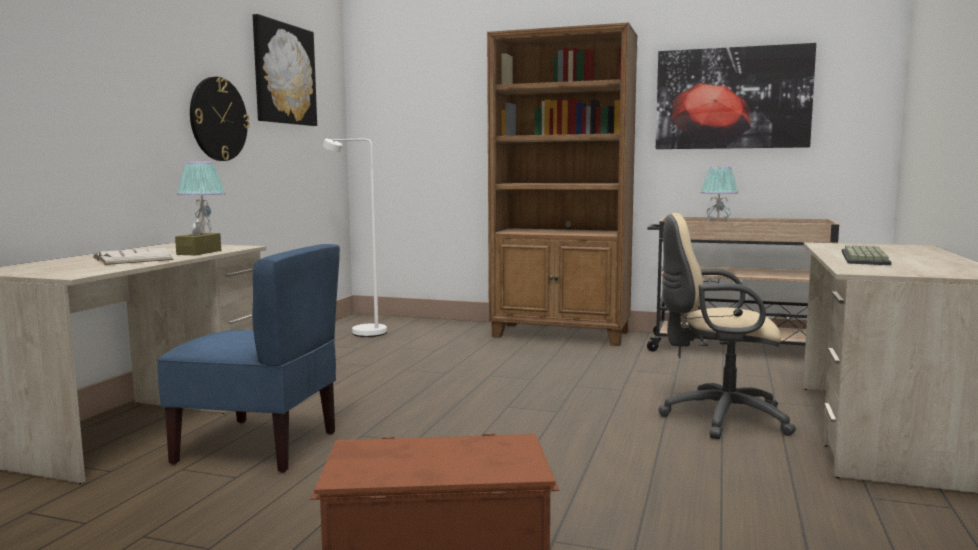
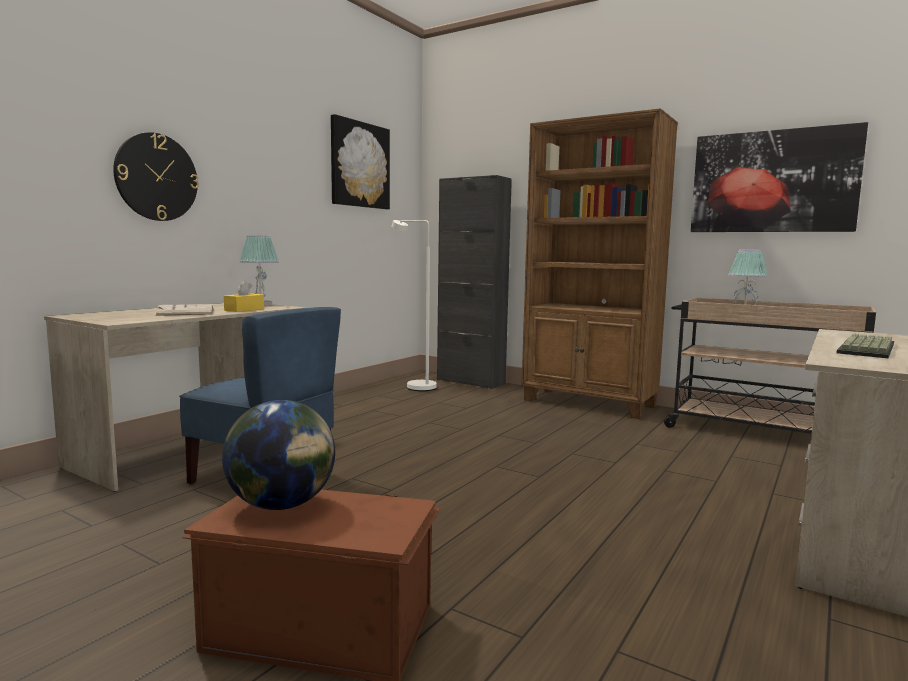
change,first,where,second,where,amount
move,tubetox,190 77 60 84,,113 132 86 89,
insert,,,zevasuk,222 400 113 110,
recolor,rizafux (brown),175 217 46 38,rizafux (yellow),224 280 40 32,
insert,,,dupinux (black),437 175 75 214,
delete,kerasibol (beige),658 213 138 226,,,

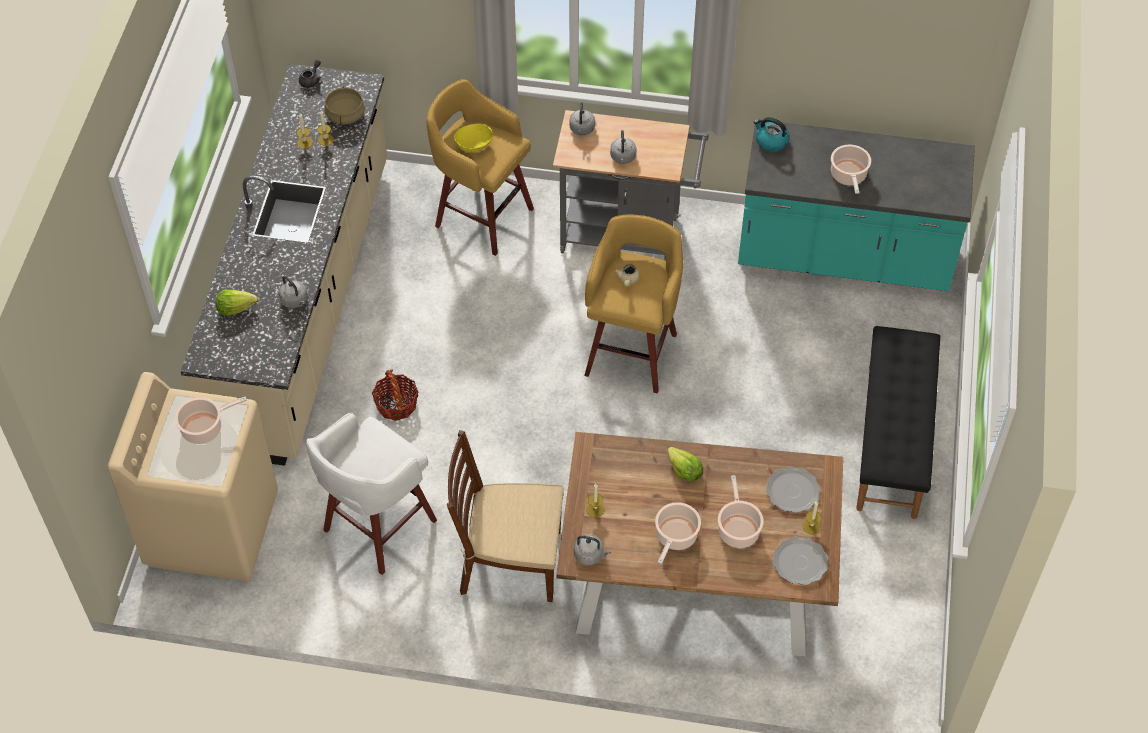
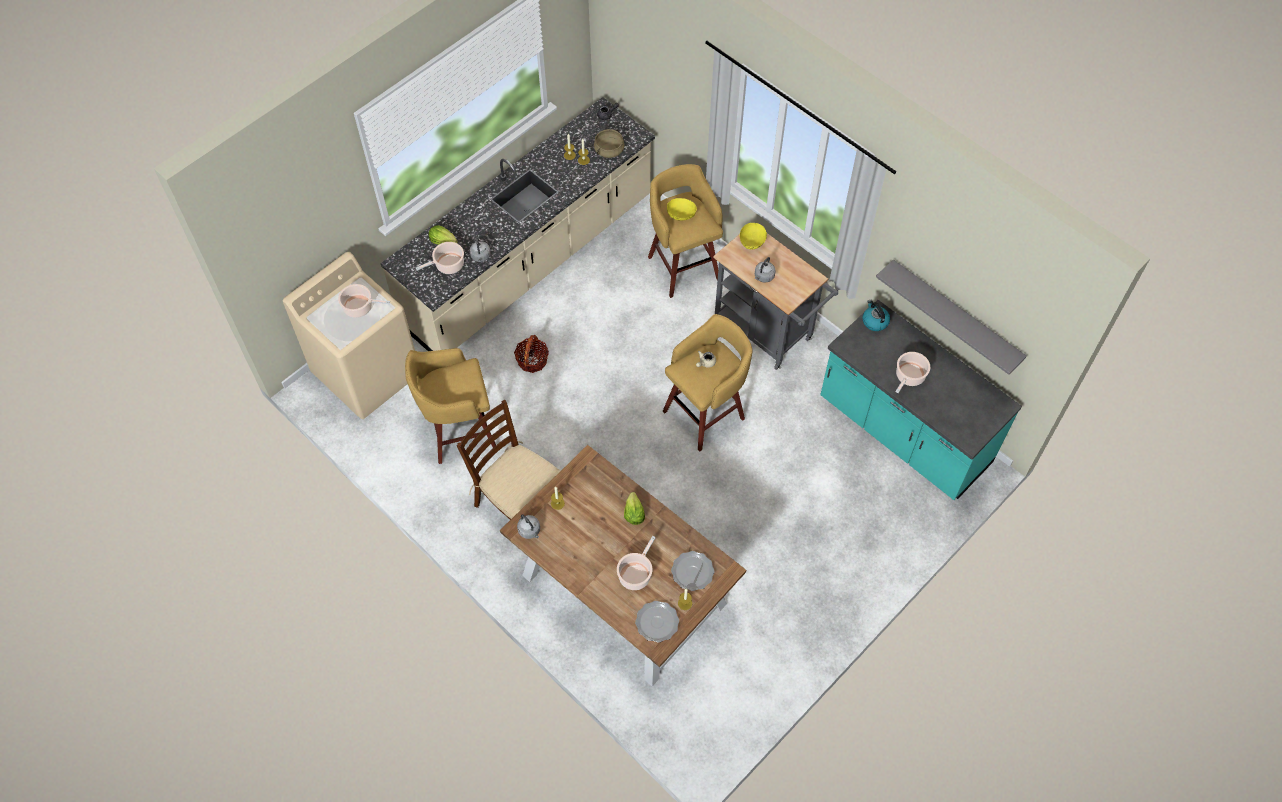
change,first,where,second,where,amount
recolor,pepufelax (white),306 413 131 162,pepufelax (yellow),405 348 91 116,
move,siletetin,655 502 46 62,,416 242 48 32,
replace,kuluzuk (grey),569 102 26 33,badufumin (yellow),740 223 27 26,
insert,,,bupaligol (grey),876 259 151 116,
delete,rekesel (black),856 326 84 193,,,

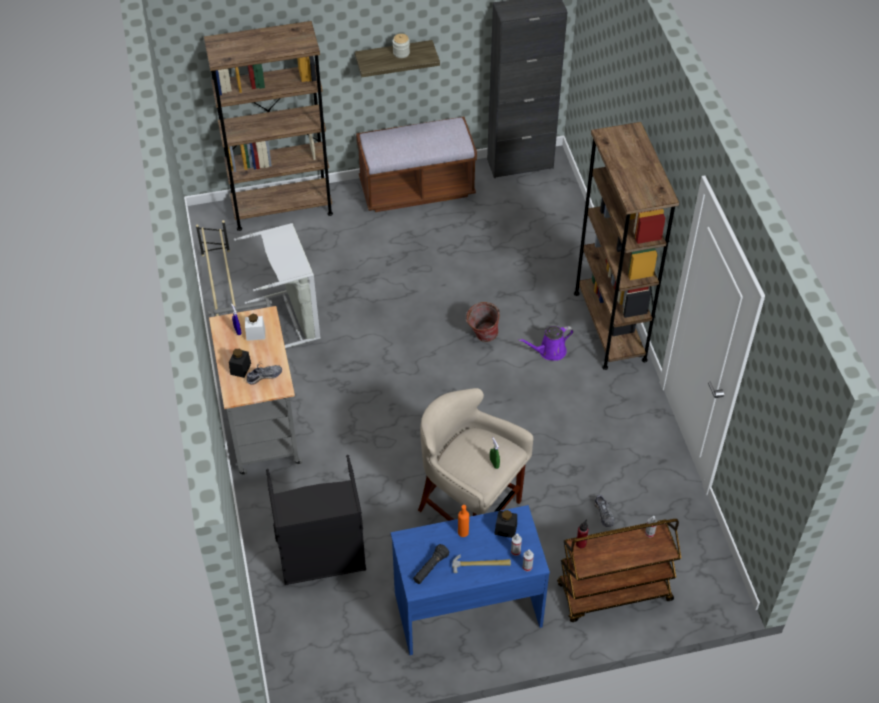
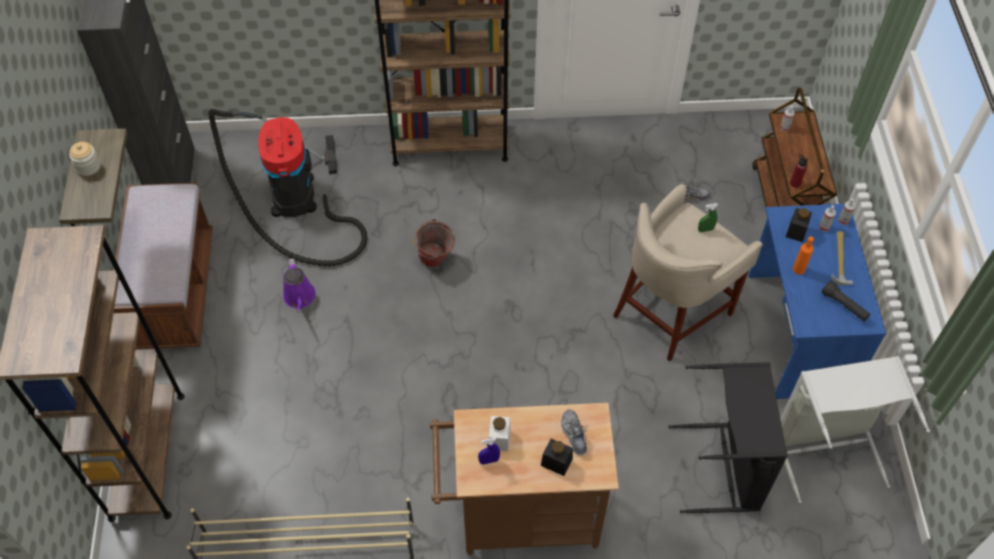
change,first,where,second,where,amount
insert,,,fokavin,209 109 158 157,
move,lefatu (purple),518 326 56 35,,283 258 33 54,
recolor,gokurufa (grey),208 298 94 177,gokurufa (brown),430 403 189 152,
move,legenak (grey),234 223 87 125,,780 356 150 147,

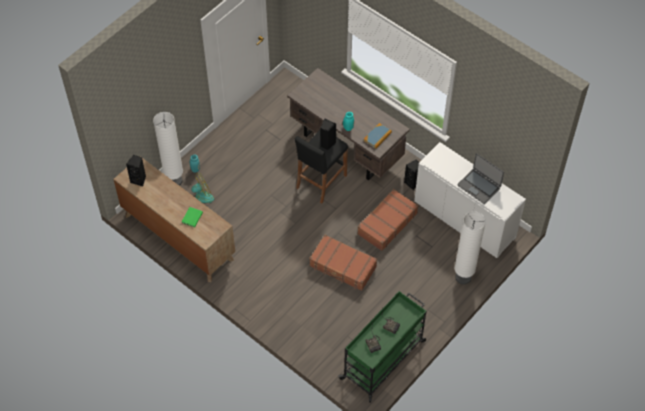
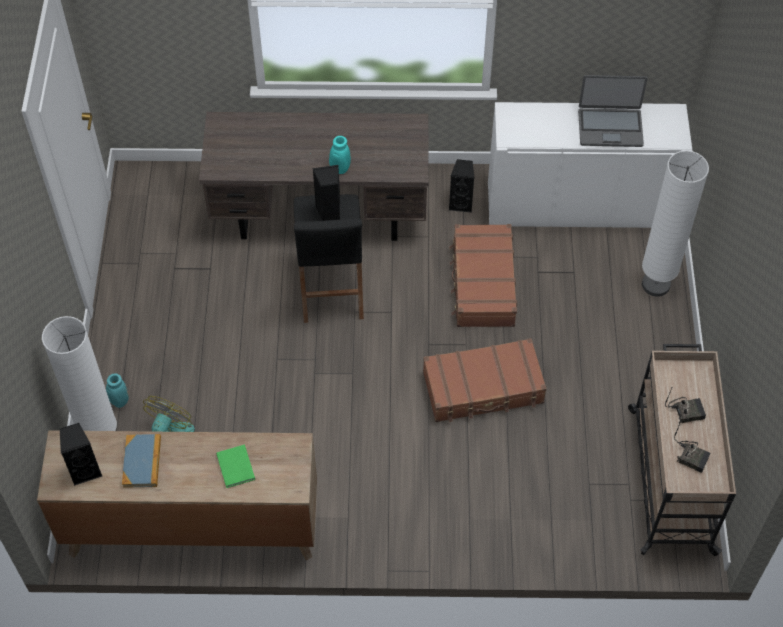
change,first,where,second,where,amount
move,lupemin,364 123 28 26,,122 434 39 54,
recolor,gokurufa (green),338 291 89 111,gokurufa (beige),628 344 108 212,

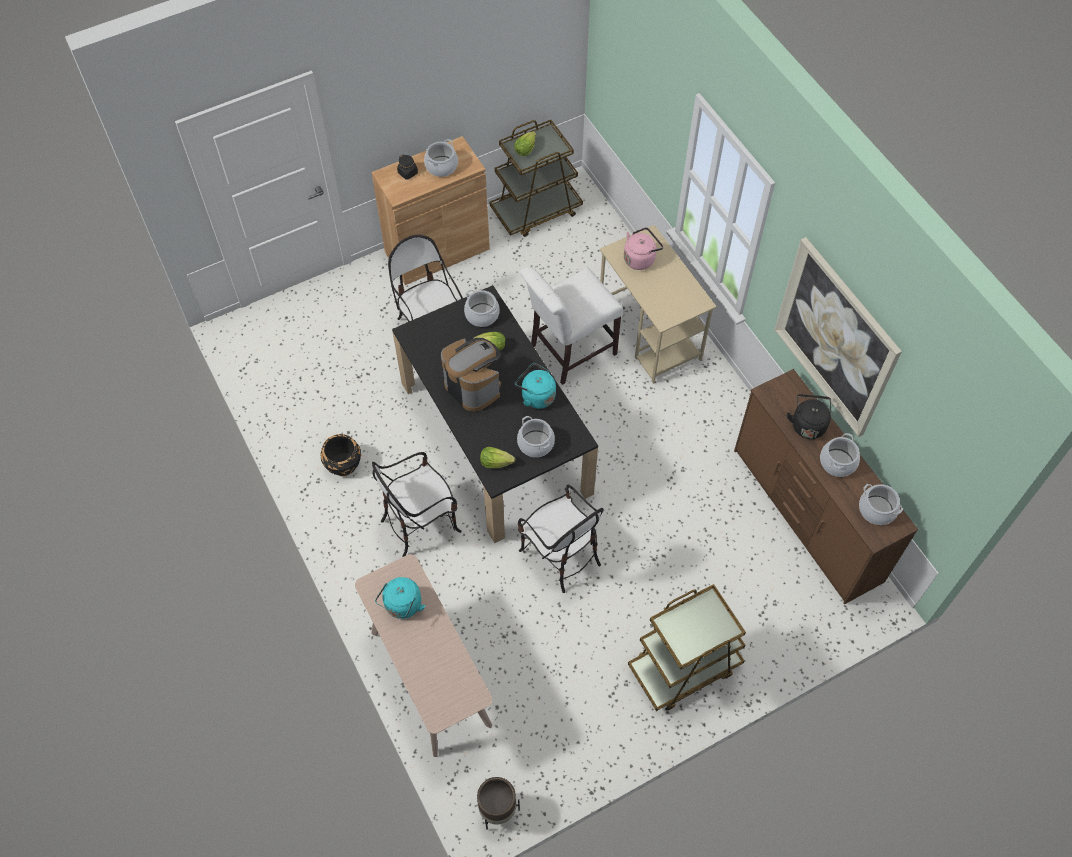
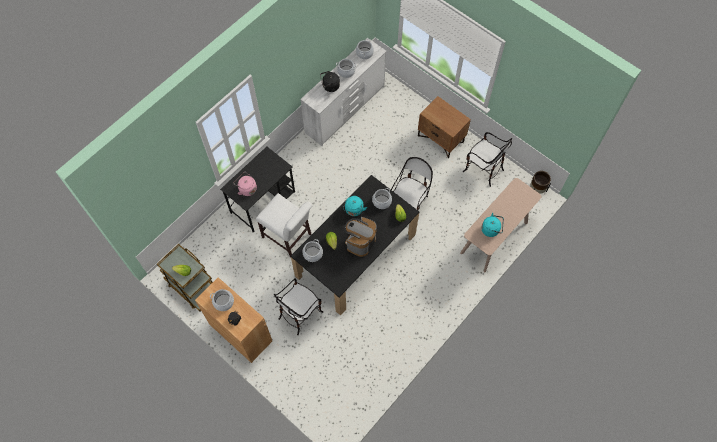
change,first,where,second,where,amount
recolor,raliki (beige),600 225 117 159,raliki (black),220 147 75 85,
recolor,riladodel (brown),734 369 184 236,riladodel (white),300 38 87 108,
replace,gokurufa (brown),628 584 118 127,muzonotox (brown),418 96 53 62,
move,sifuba,372 452 90 105,,463 132 49 55,
delete,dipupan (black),320 434 41 42,,,
delete,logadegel,774 237 128 200,,,

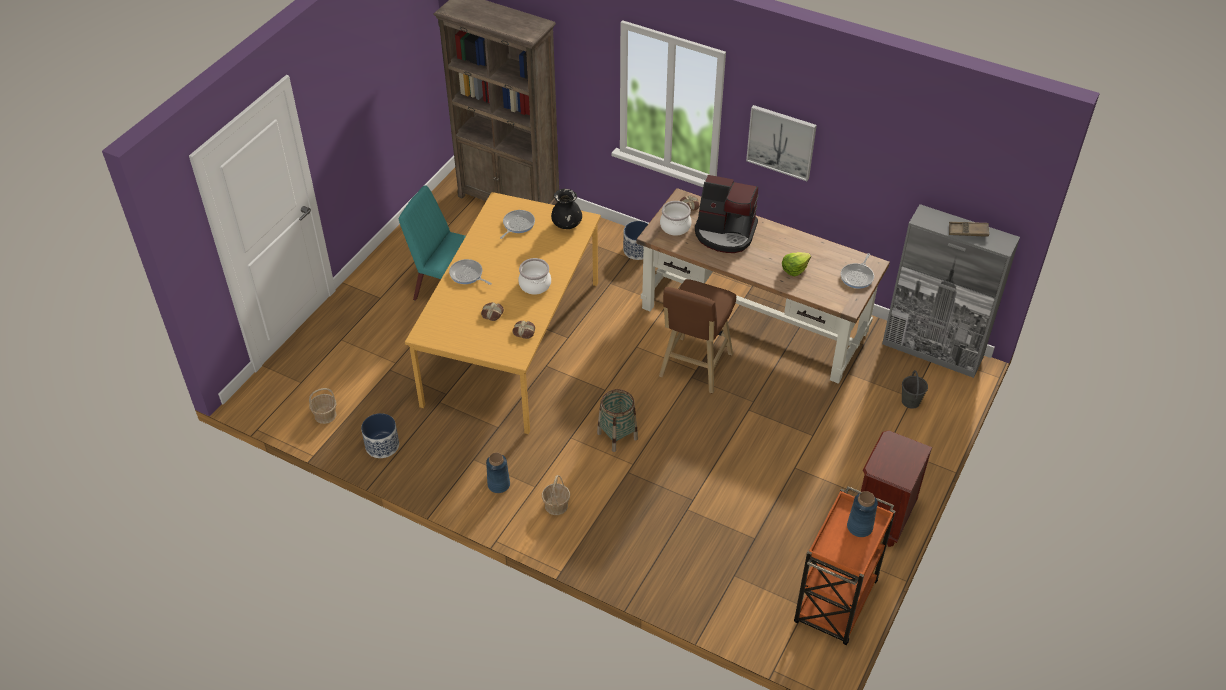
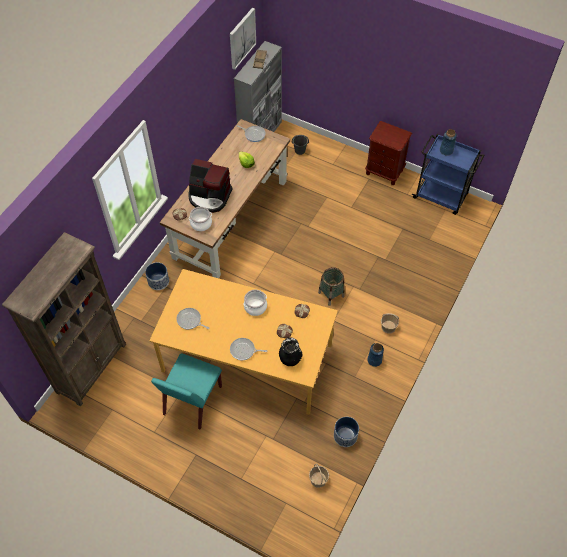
change,first,where,second,where,amount
rotate,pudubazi,695 175 64 78,,189 159 43 54,90 degrees clockwise
move,logadegel,746 105 71 76,,230 8 26 62,
rotate,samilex,449 259 43 26,,230 338 37 22,60 degrees clockwise
move,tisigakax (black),551 189 31 40,,279 337 23 29,
recolor,gokurufa (orange),794 486 102 159,gokurufa (blue),412 134 73 81,
delete,pepufelax (brown),659 279 77 115,,,

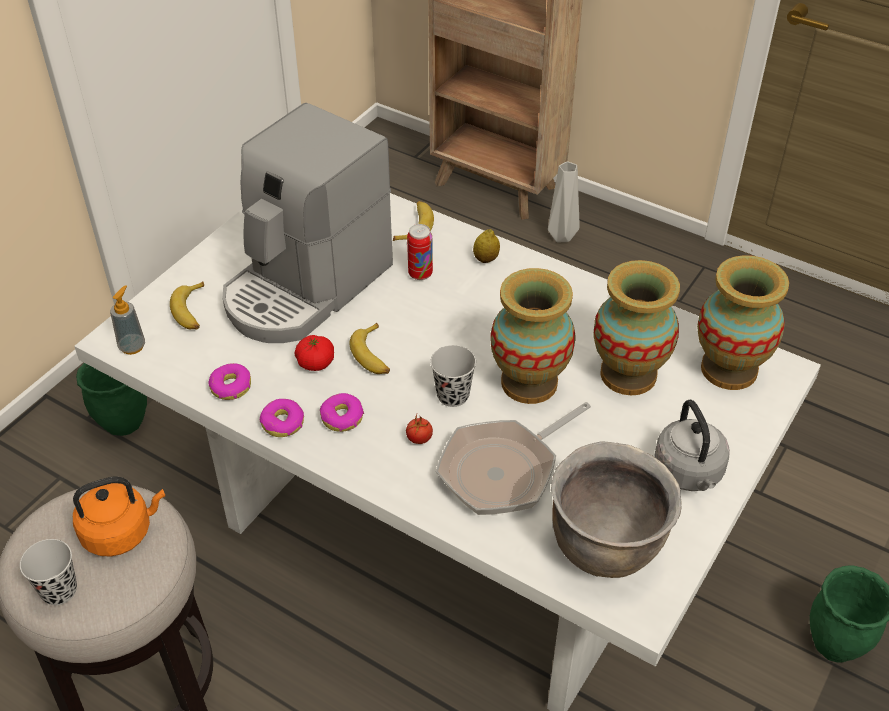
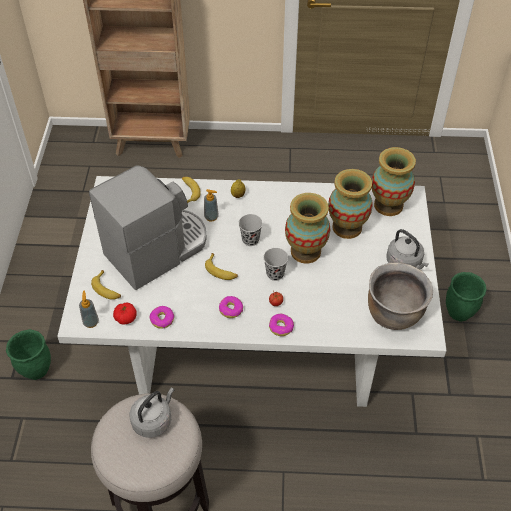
change,first,where,second,where,amount
rotate,pudubazi,223 103 170 240,,89 165 118 125,135 degrees counterclockwise
move,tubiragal,294 335 40 36,,113 303 24 22,
recolor,kuluzuk (orange),73 476 92 81,kuluzuk (grey),129 388 45 50,
replace,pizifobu,407 224 26 56,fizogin,204 189 15 33,
move,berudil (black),20 539 57 66,,239 214 24 32,
move,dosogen,260 399 44 38,,269 314 25 22,
delete,samilex,436 402 155 113,,,
delete,tisigakax (grey),548 161 32 81,,,

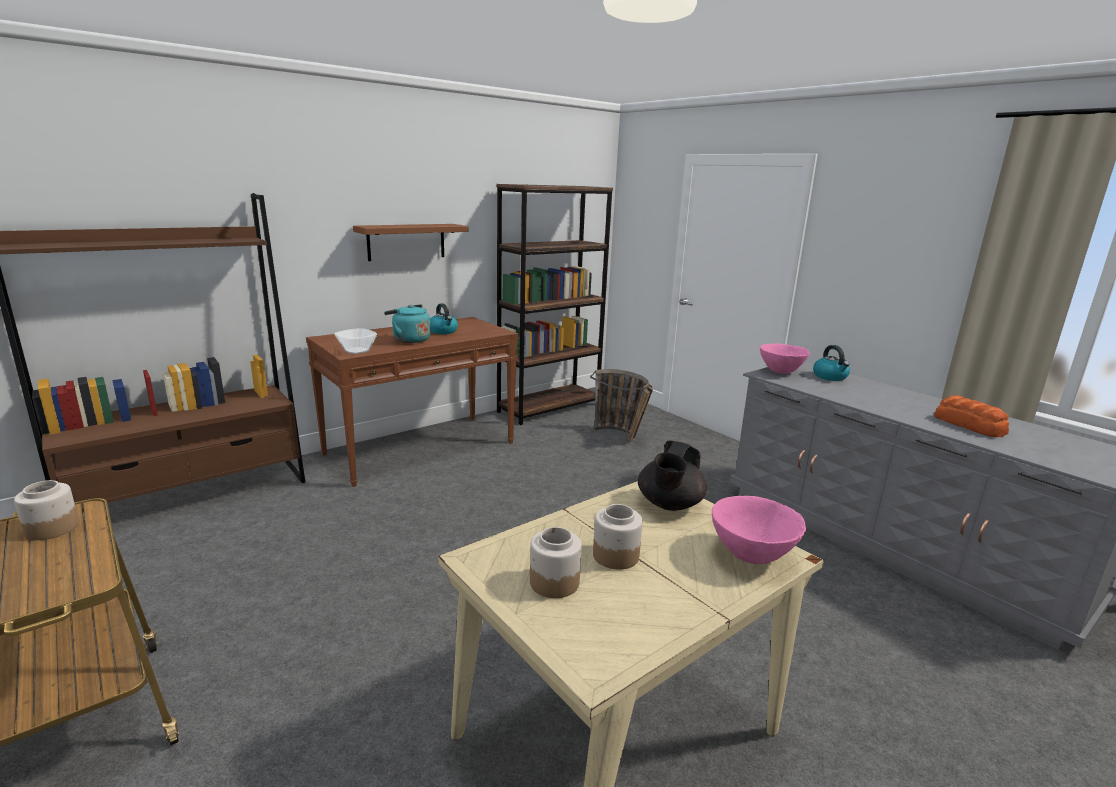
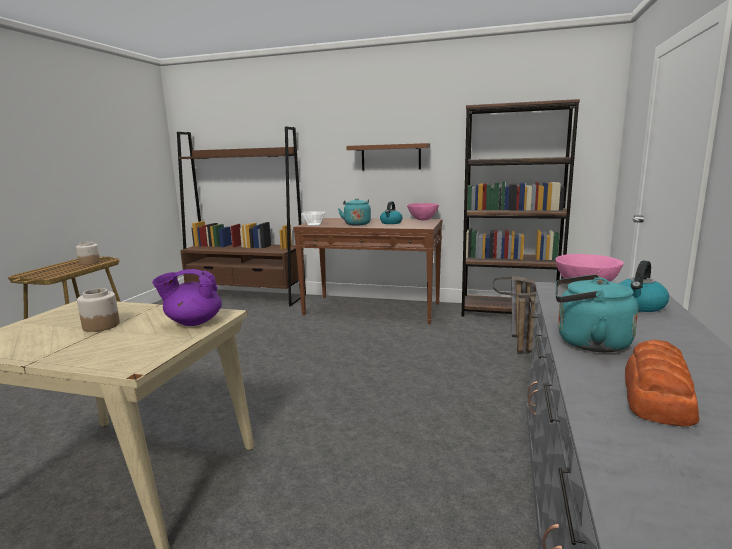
change,first,where,second,where,amount
recolor,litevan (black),638 440 69 71,litevan (purple),152 269 70 57,
move,badufumin (pink),712 496 94 68,,407 203 32 17,
insert,,,kuluzuk (turquoise),556 274 82 78,
delete,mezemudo,530 527 52 71,,,

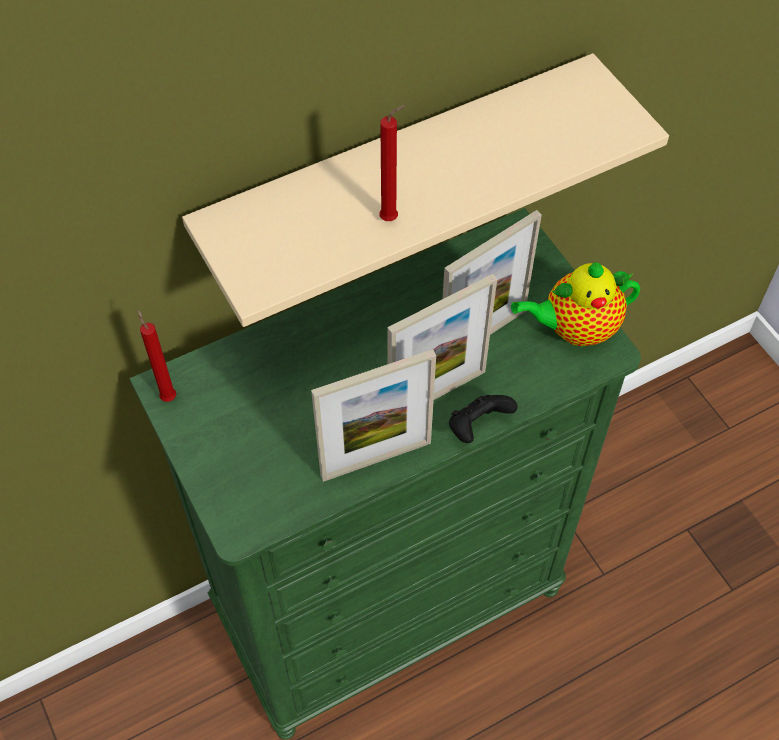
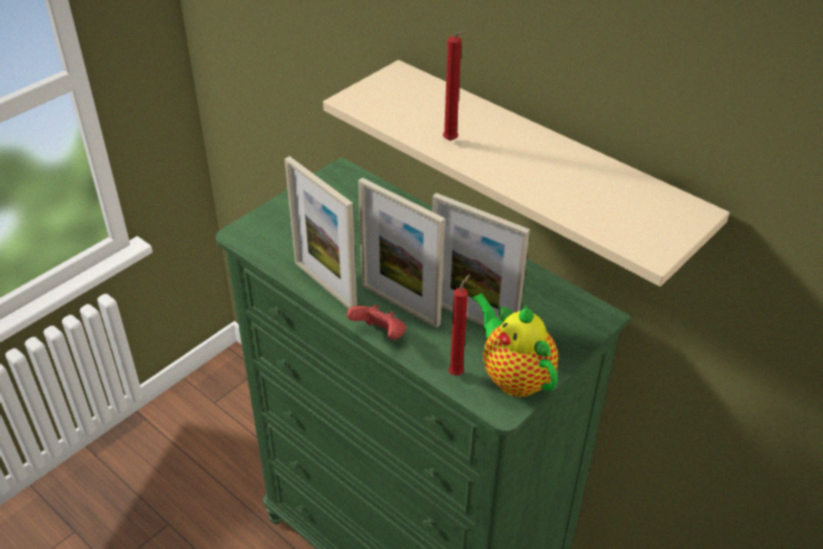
change,first,where,second,where,amount
recolor,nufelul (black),449 395 69 48,nufelul (red),347 304 59 36,
move,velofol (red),137 309 39 93,,449 274 21 102,

